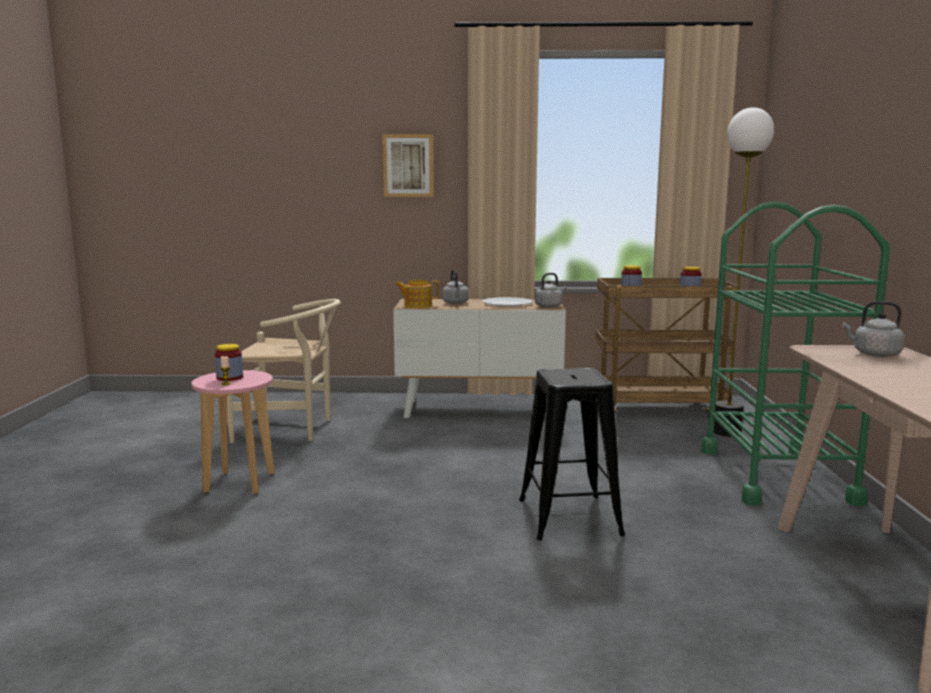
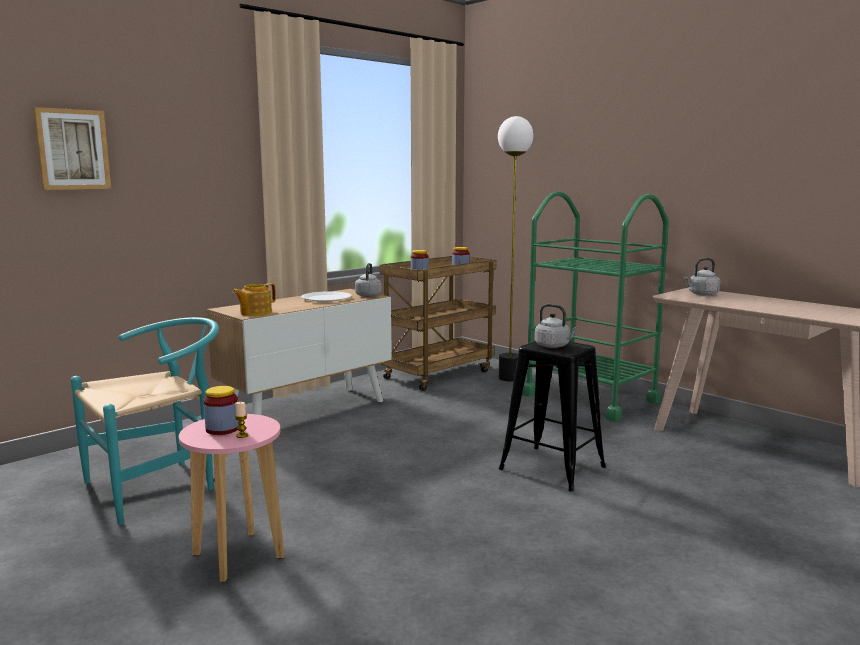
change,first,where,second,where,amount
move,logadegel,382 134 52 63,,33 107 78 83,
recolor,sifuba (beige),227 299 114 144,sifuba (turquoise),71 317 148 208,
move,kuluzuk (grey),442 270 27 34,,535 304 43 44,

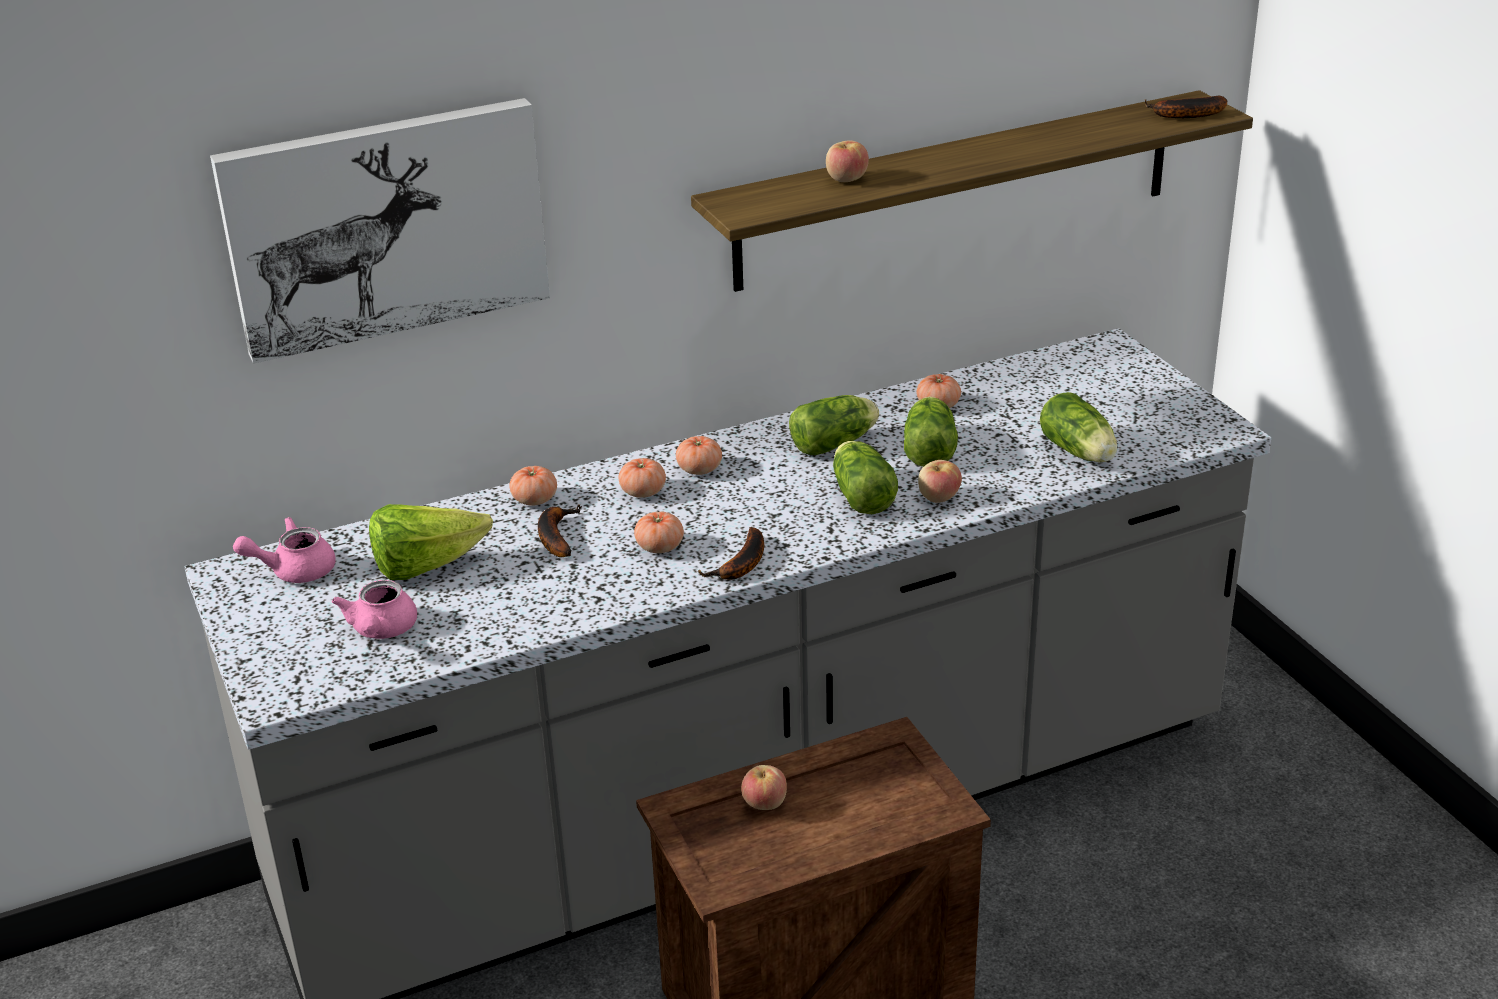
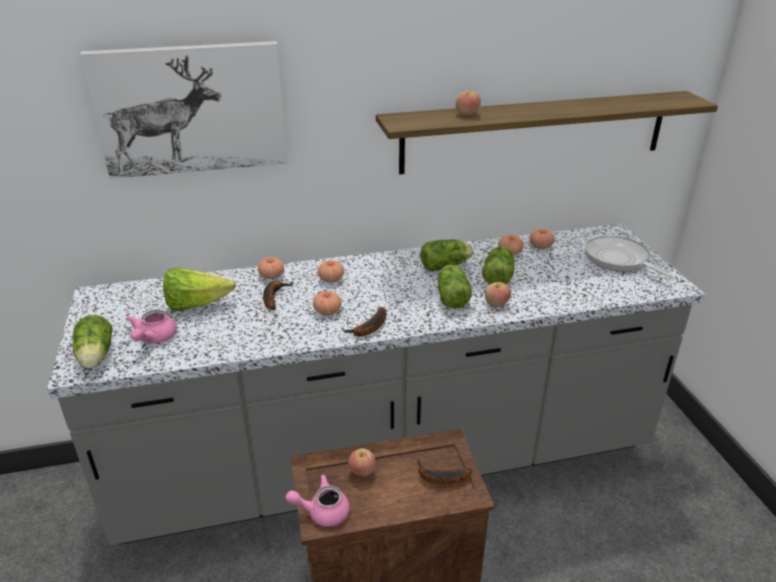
change,first,where,second,where,amount
move,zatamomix,1040 392 77 71,,73 315 40 53,
move,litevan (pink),233 517 103 66,,286 475 64 52,
move,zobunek,1145 96 82 22,,417 459 55 25,
move,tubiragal,676 436 46 39,,530 229 25 20,
insert,,,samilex,585 235 89 44,

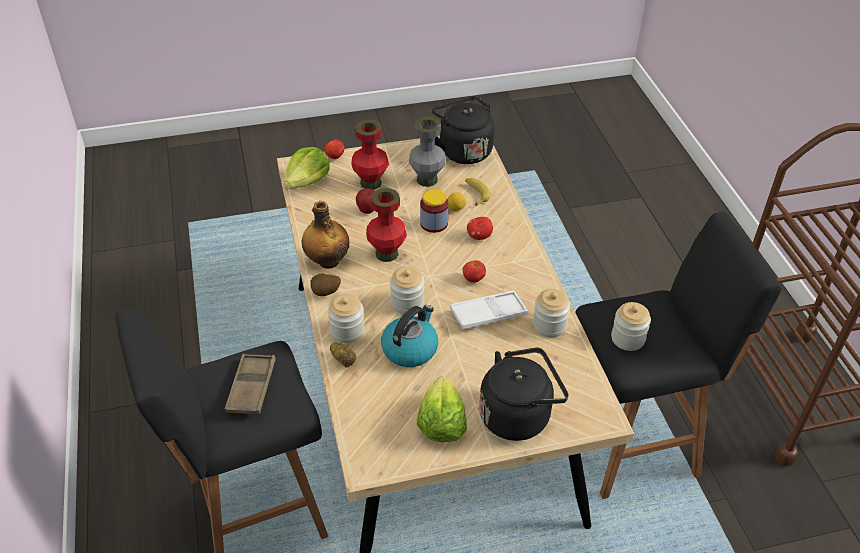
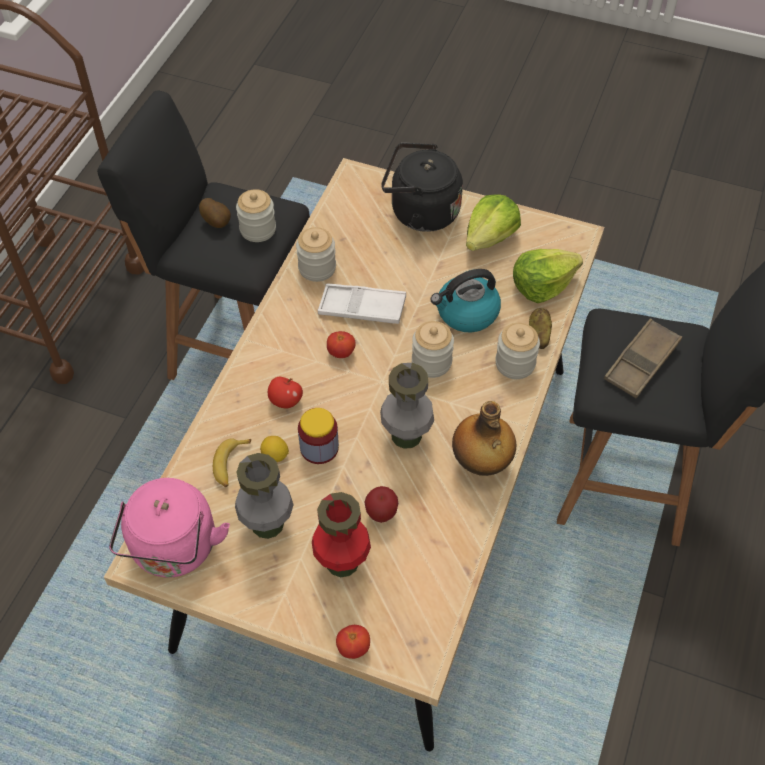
change,first,where,second,where,amount
recolor,kuluzuk (black),432 96 62 68,kuluzuk (pink),109 478 121 99,
move,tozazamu,310 274 31 22,,199 198 32 30,
recolor,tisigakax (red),366 188 41 74,tisigakax (grey),380 363 54 86,
move,zatamomix,284 147 46 42,,513 249 70 54,

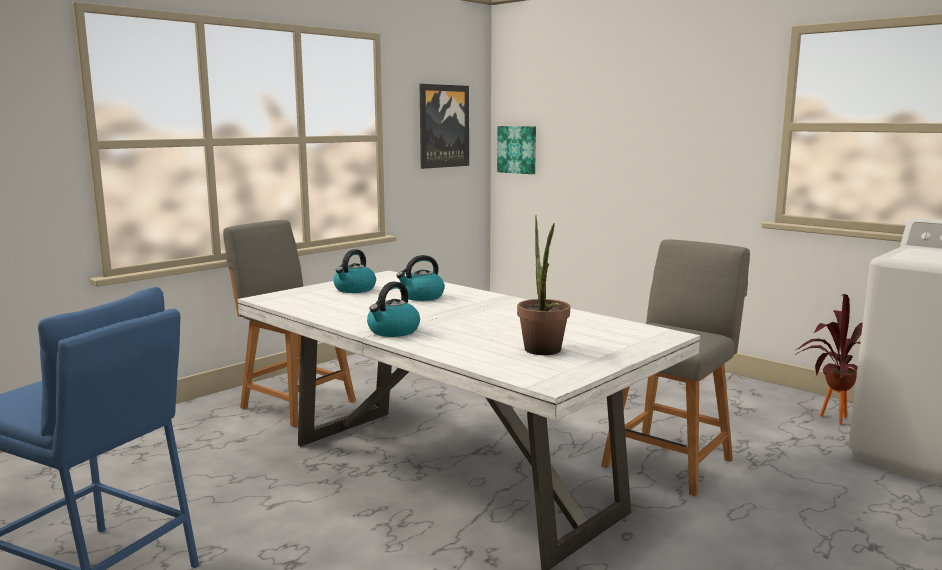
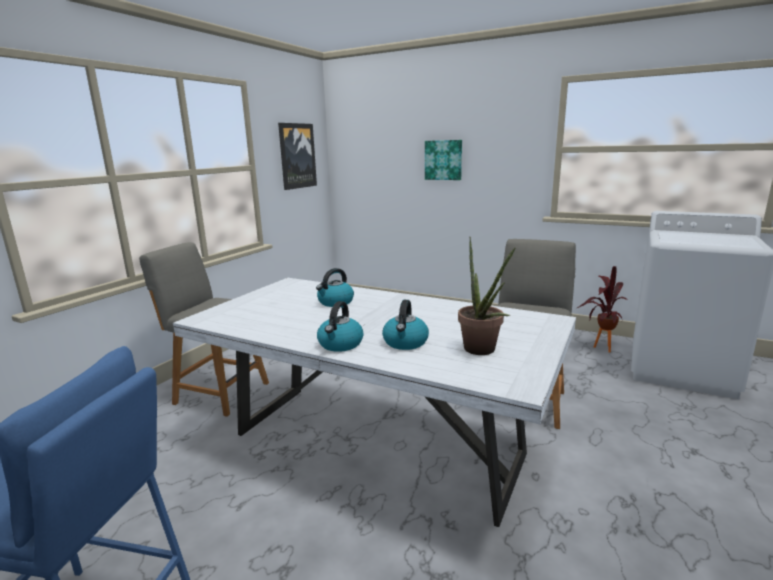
change,first,where,second,where,amount
move,kuluzuk,333 249 43 44,,382 300 47 50,
move,logadegel,497 126 39 48,,425 140 37 40,

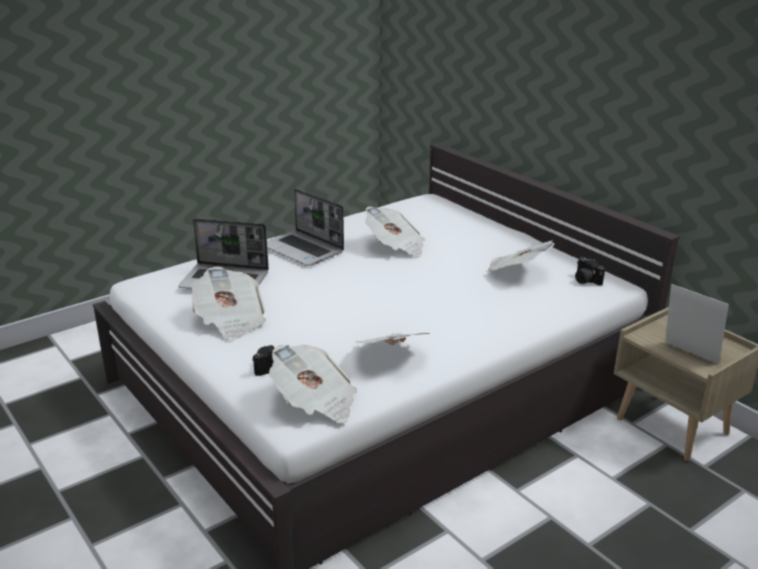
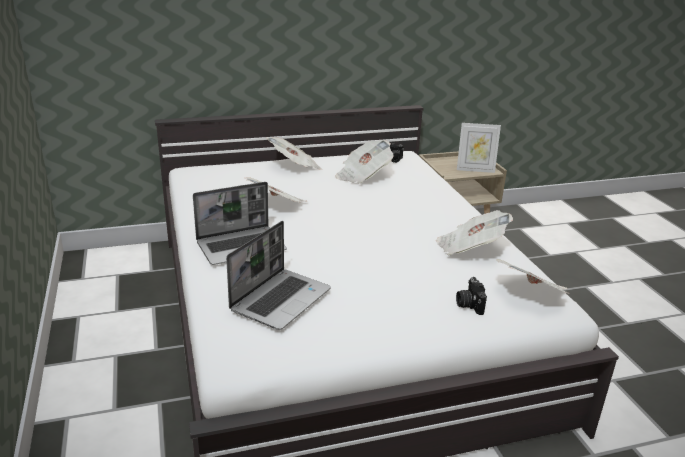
change,first,where,second,where,amount
move,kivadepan,192 267 74 74,,266 137 56 33,
rotate,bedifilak,665 284 64 80,,457 123 44 50,150 degrees counterclockwise

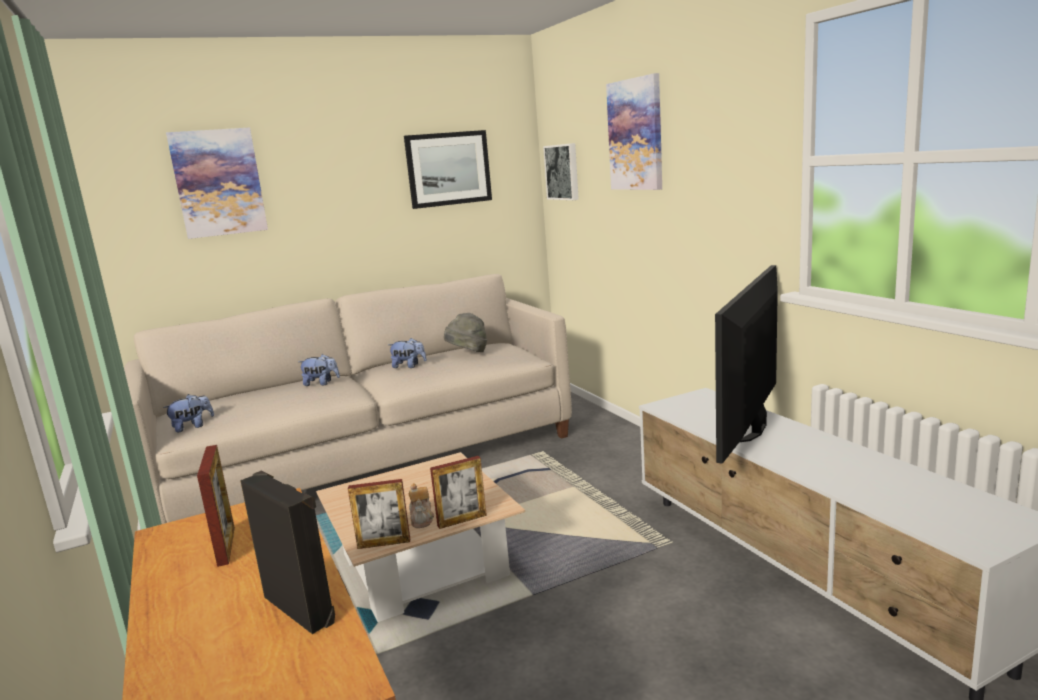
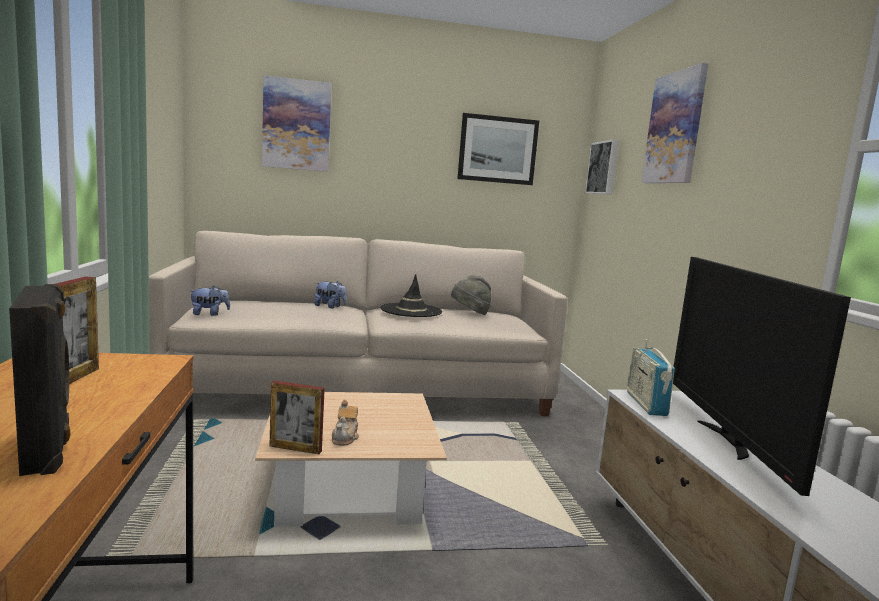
change,first,where,second,where,amount
replace,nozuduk,388 338 39 30,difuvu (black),381 274 61 43,
insert,,,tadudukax,627 339 48 77,
rotate,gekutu,715 265 63 199,,673 257 178 239,45 degrees counterclockwise
delete,bedifilak,430 456 57 73,,,

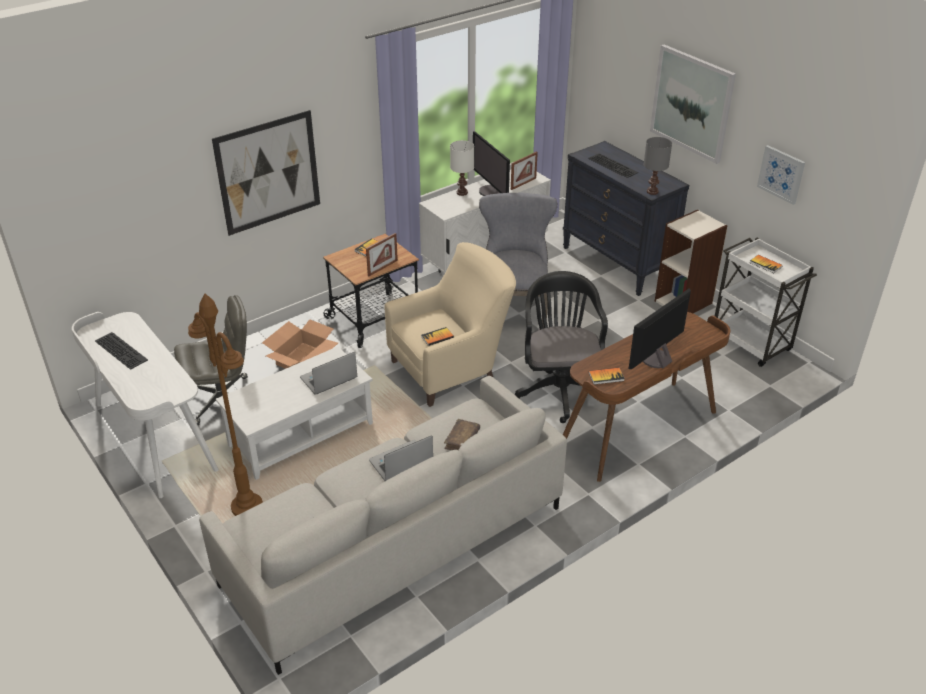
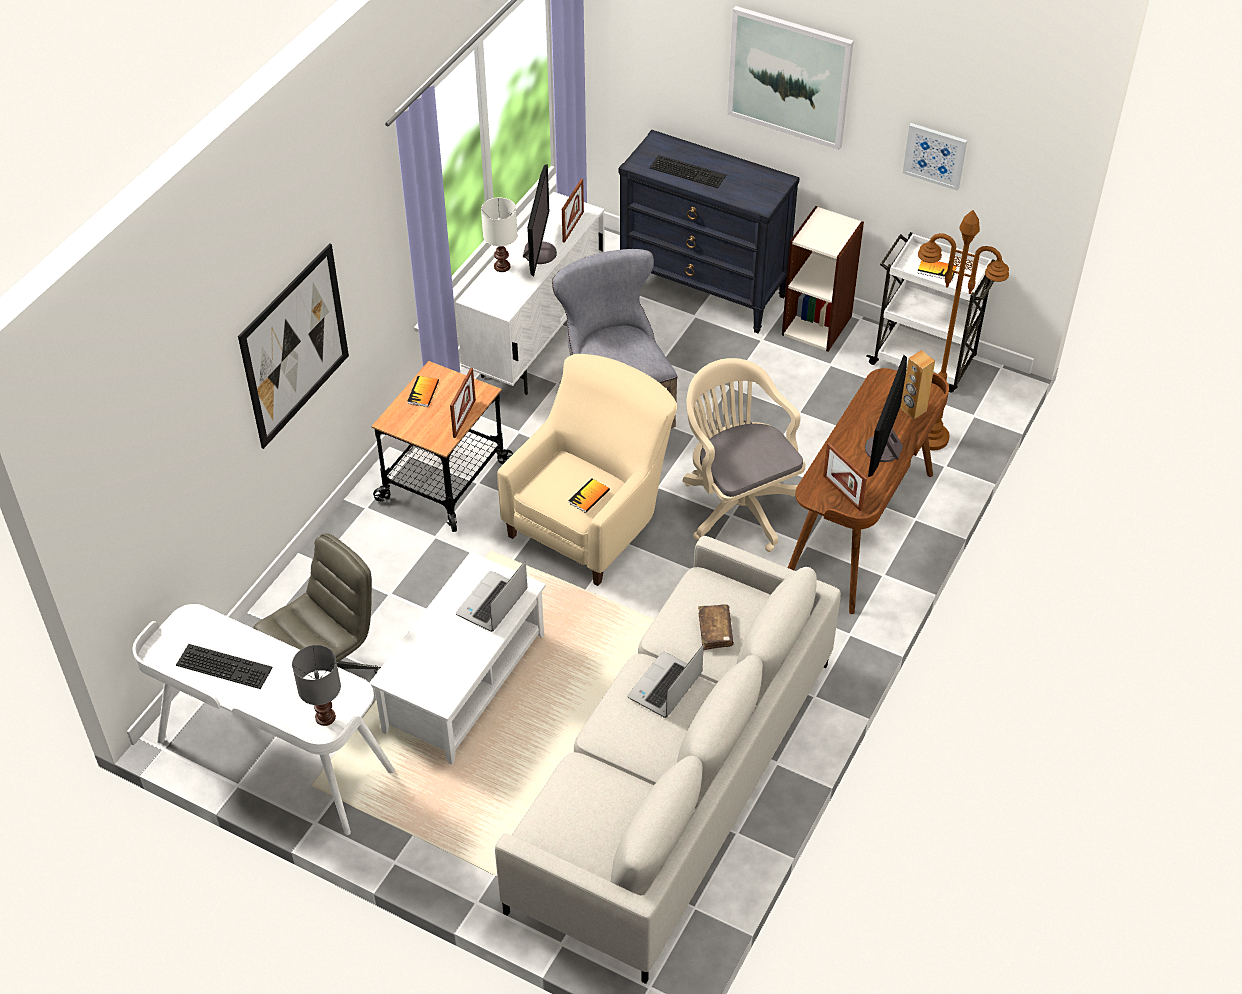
change,first,where,second,where,amount
move,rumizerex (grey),644 137 28 58,,292 645 49 81,
rotate,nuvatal,473 131 37 65,,523 164 34 112,120 degrees counterclockwise
recolor,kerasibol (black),515 271 93 152,kerasibol (beige),683 358 123 194,
replace,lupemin,589 368 36 17,bedifilak,823 443 44 68,
insert,,,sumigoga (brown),900 350 35 69,
move,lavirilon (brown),188 294 75 222,,918 210 91 241,
delete,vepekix,262 319 76 50,,,

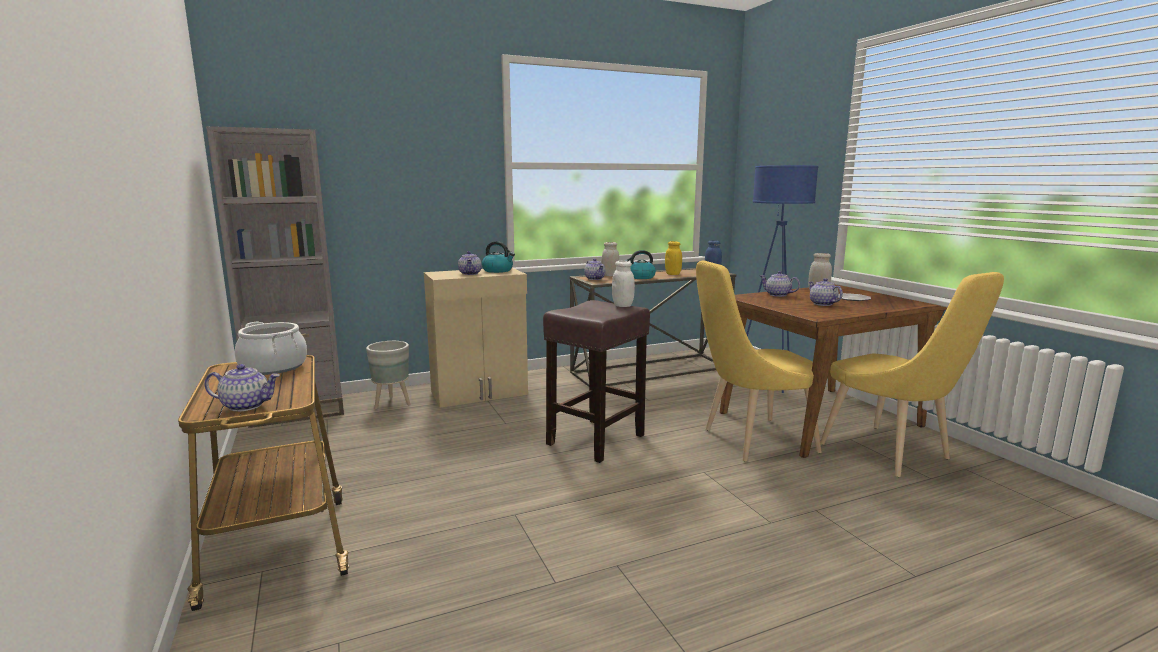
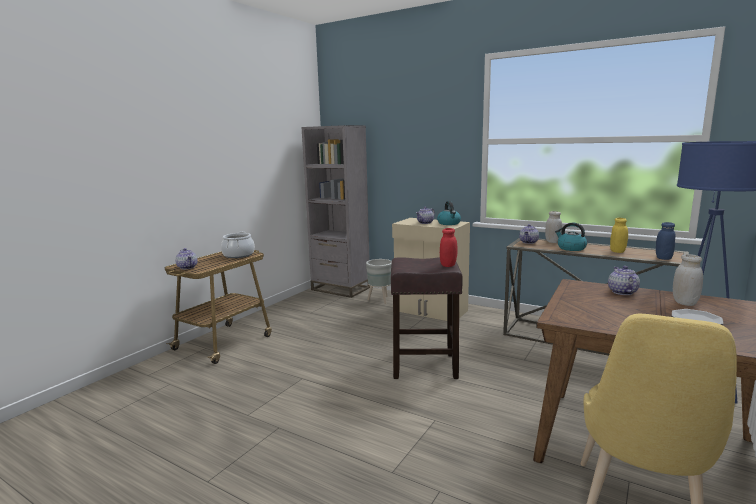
change,first,where,second,where,amount
recolor,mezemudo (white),612 261 23 46,mezemudo (red),440 228 18 39,
delete,sifuba (yellow),696 260 126 202,,,
delete,litevan,808 278 35 28,,,

